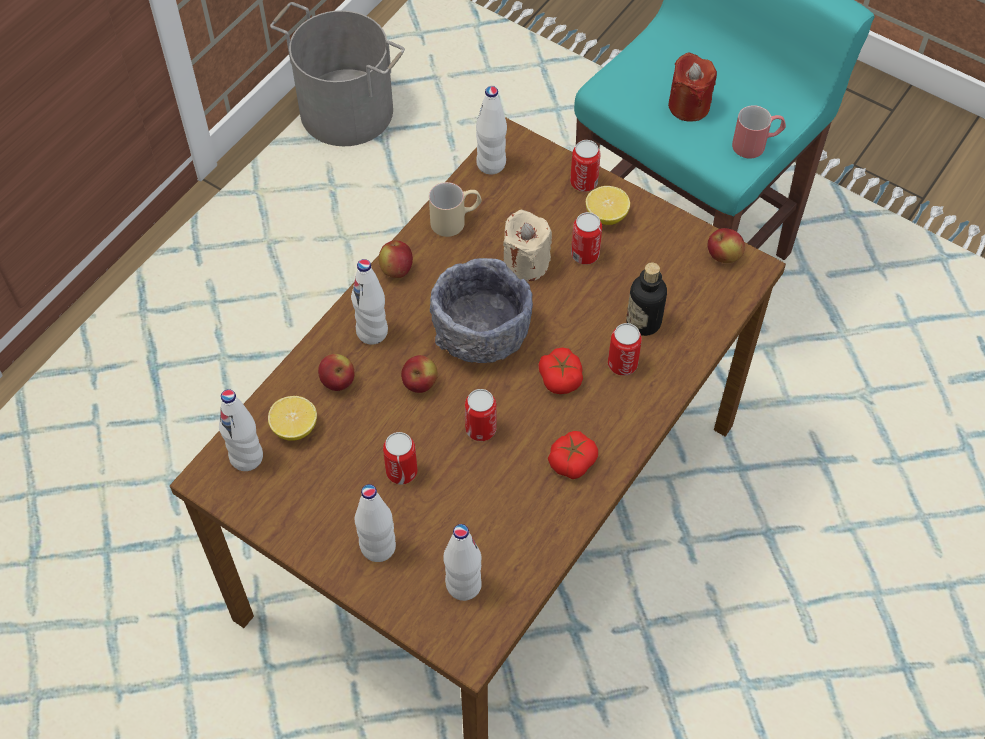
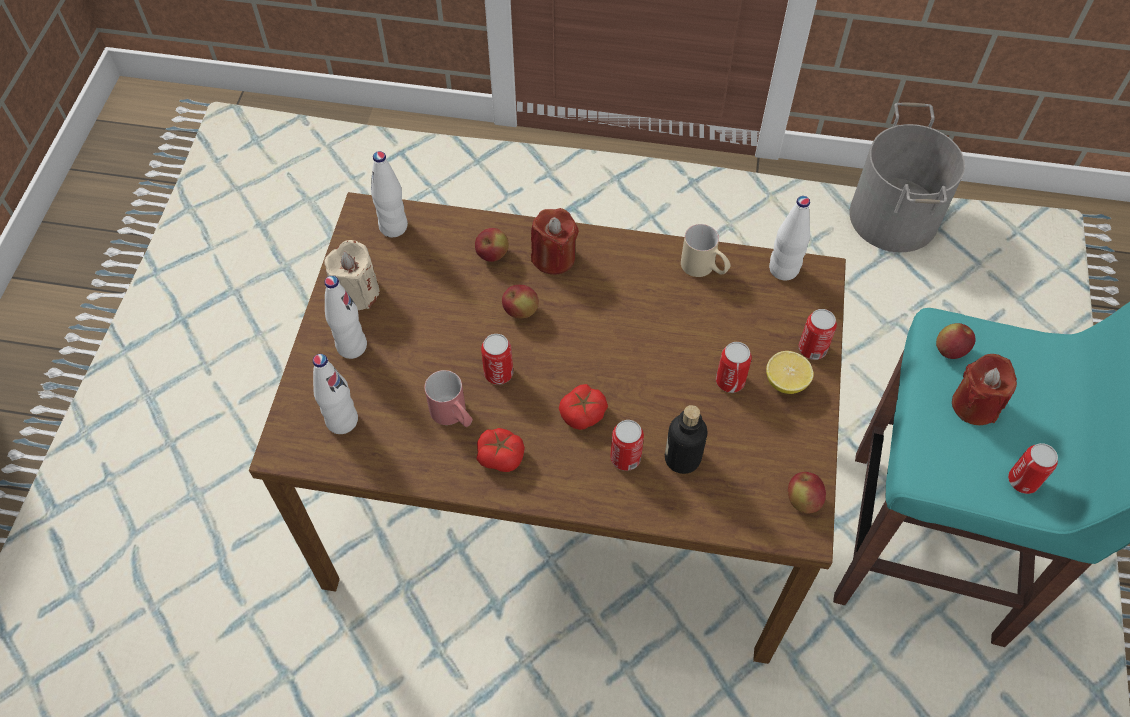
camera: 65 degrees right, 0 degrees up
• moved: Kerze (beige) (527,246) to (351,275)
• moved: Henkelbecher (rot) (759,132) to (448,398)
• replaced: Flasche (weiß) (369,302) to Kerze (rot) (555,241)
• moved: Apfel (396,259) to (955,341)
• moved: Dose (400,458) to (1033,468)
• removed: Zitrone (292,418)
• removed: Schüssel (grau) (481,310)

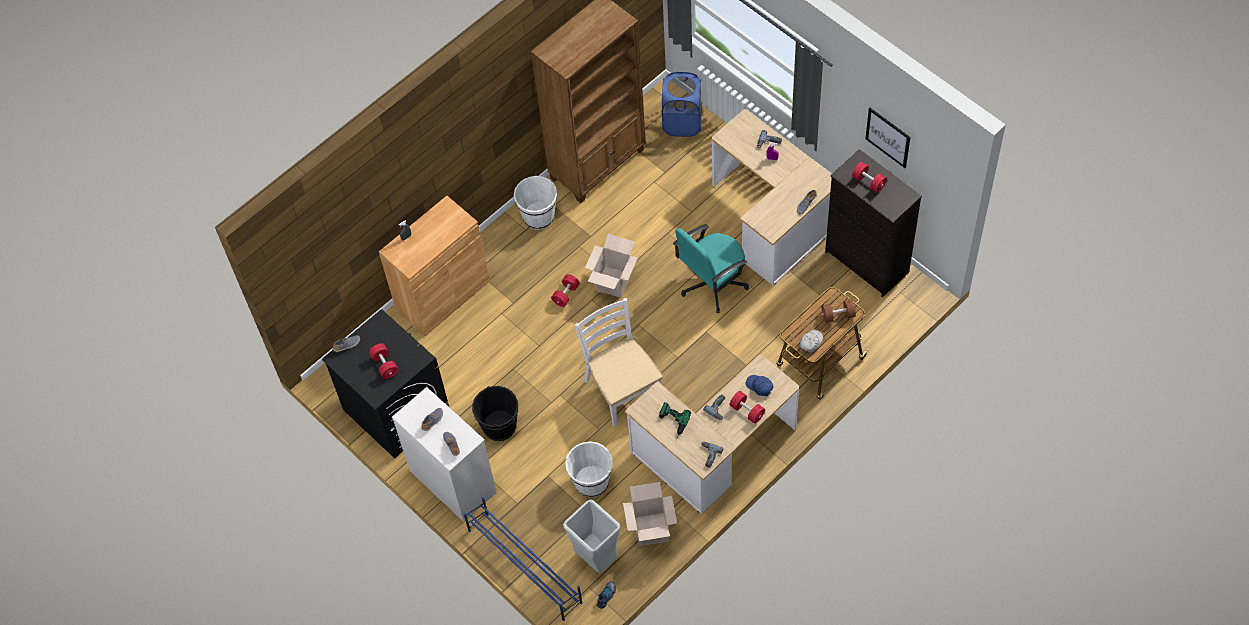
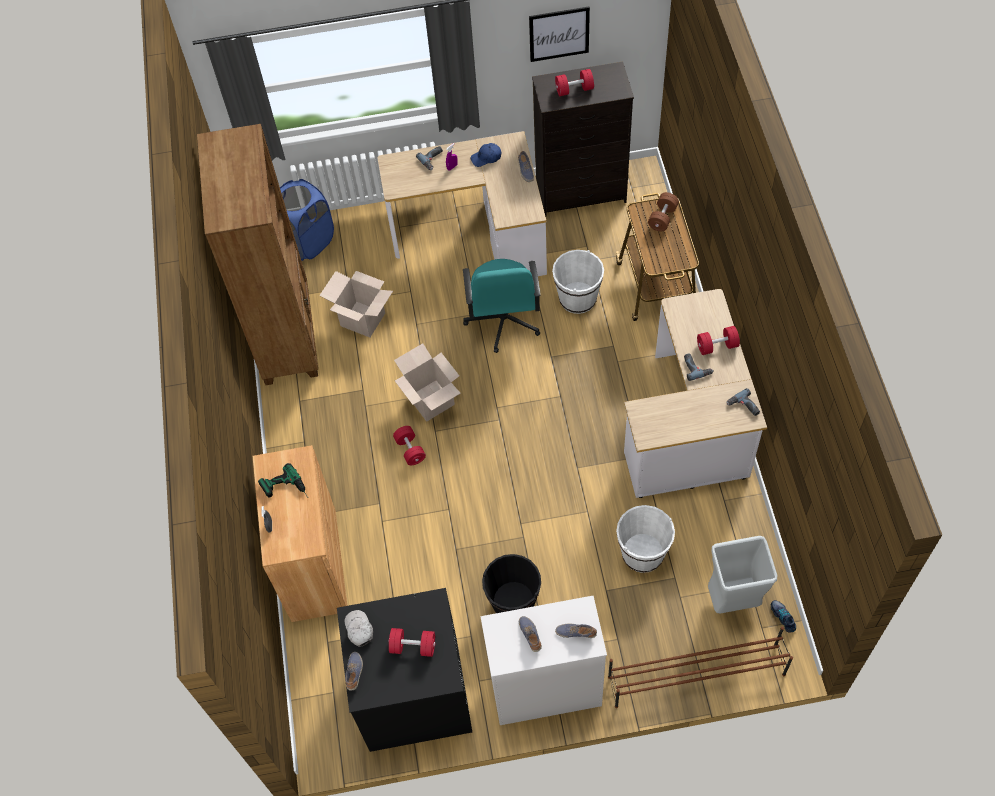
camera: 55 degrees left, 0 degrees up
• moved: Bohrmaschine (675,421) to (283,480)
• moved: Karton (650,514) to (356,304)
• moved: Kappe (weiß) (811,341) to (359,628)
• moved: Kappe (blau) (759,385) to (486,155)
• moved: Eimer (weiß) (535,203) to (578,282)
• recoloured: Schuhregal (blau) (523,559) to Schuhregal (braun) (700,667)
• removed: Stuhl (weiß) (619,362)

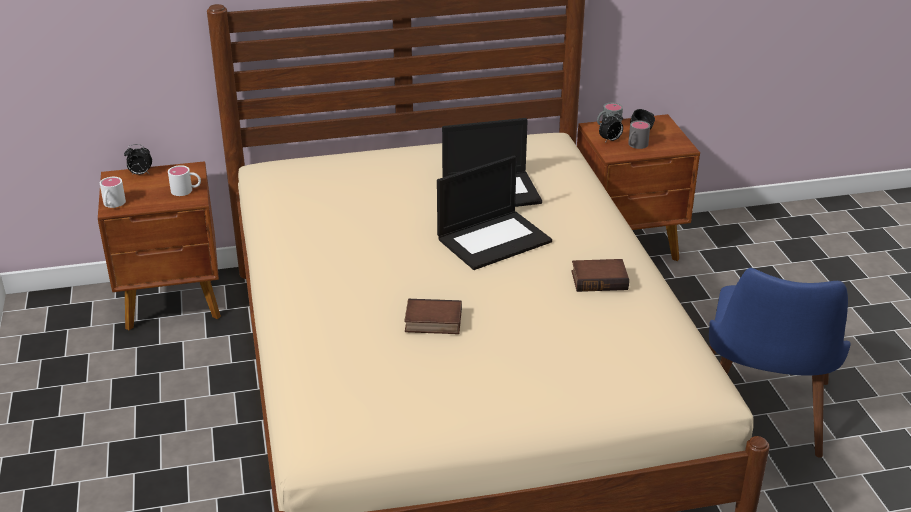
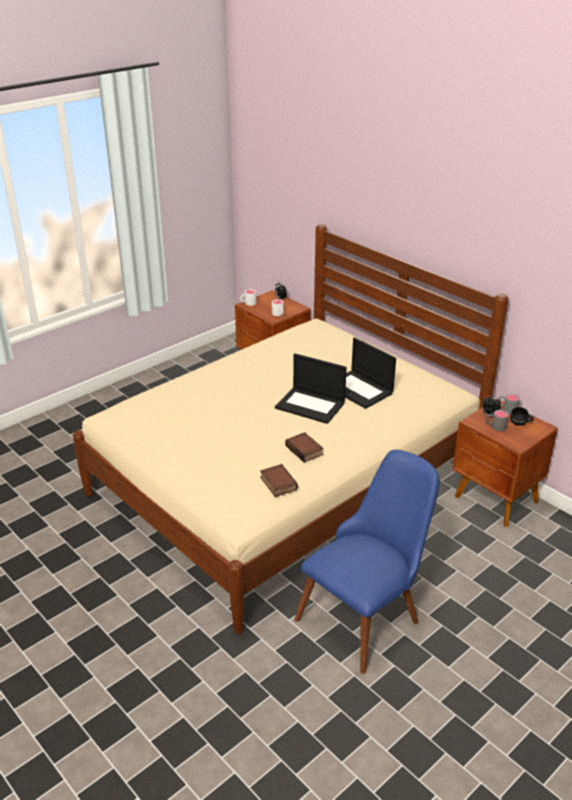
camera: 60 degrees right, 0 degrees up
• moved: Buch (433,316) to (279,480)
• turned: Stuhl (blau) (780,363) = (367,562) 150 degrees clockwise

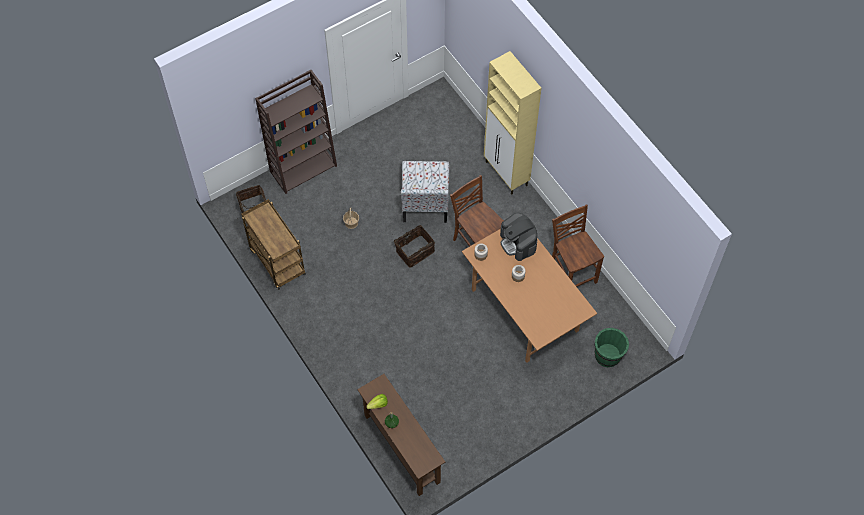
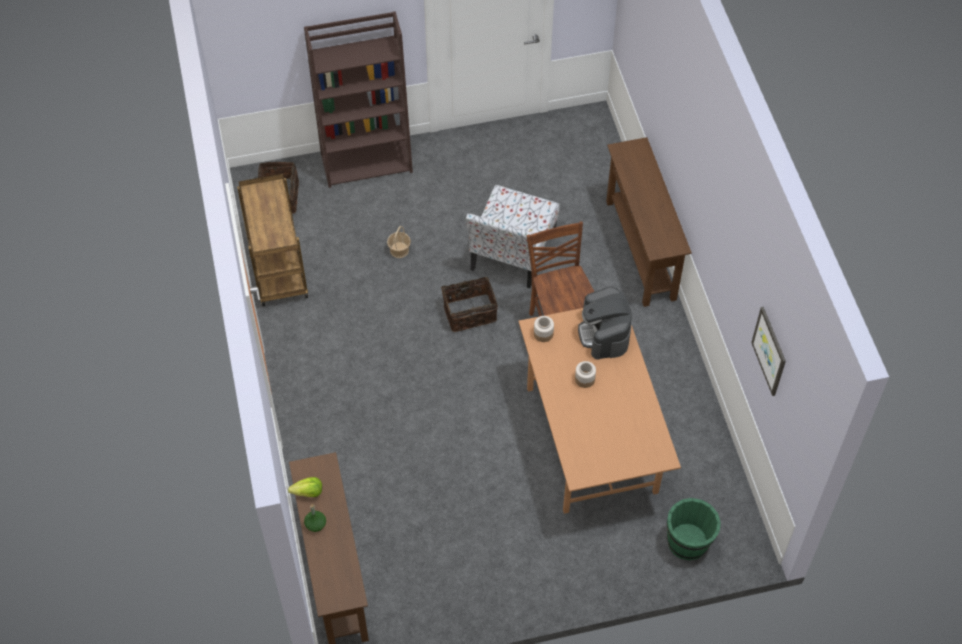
camera: 20 degrees right, 5 degrees down
• replaced: Schrank (beige) (512,122) to Konsolentisch (braun) (649,222)
• added: Bild (768,351)
• removed: Stuhl (braun) (578,245)

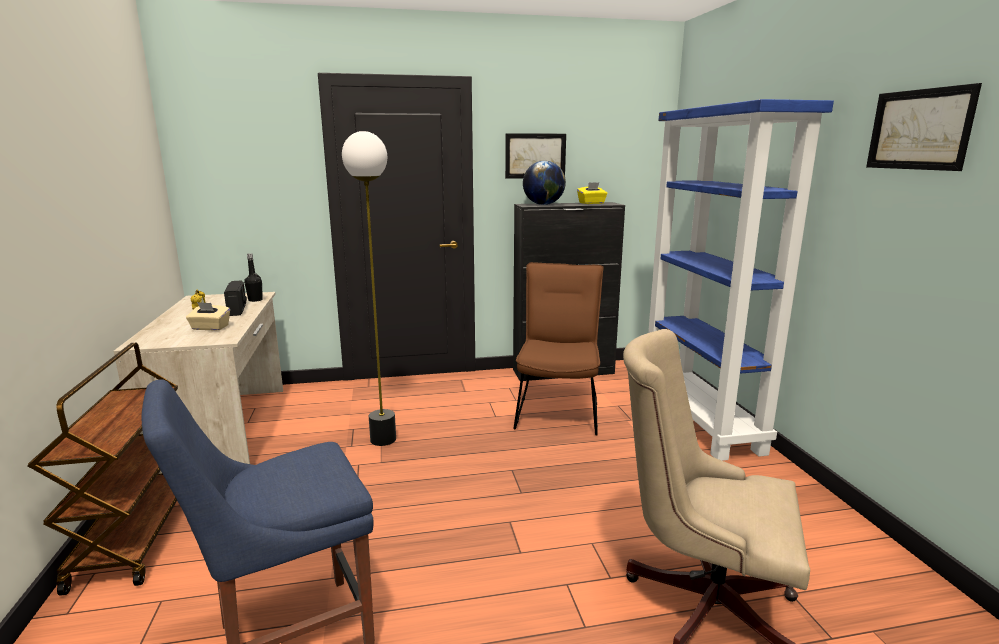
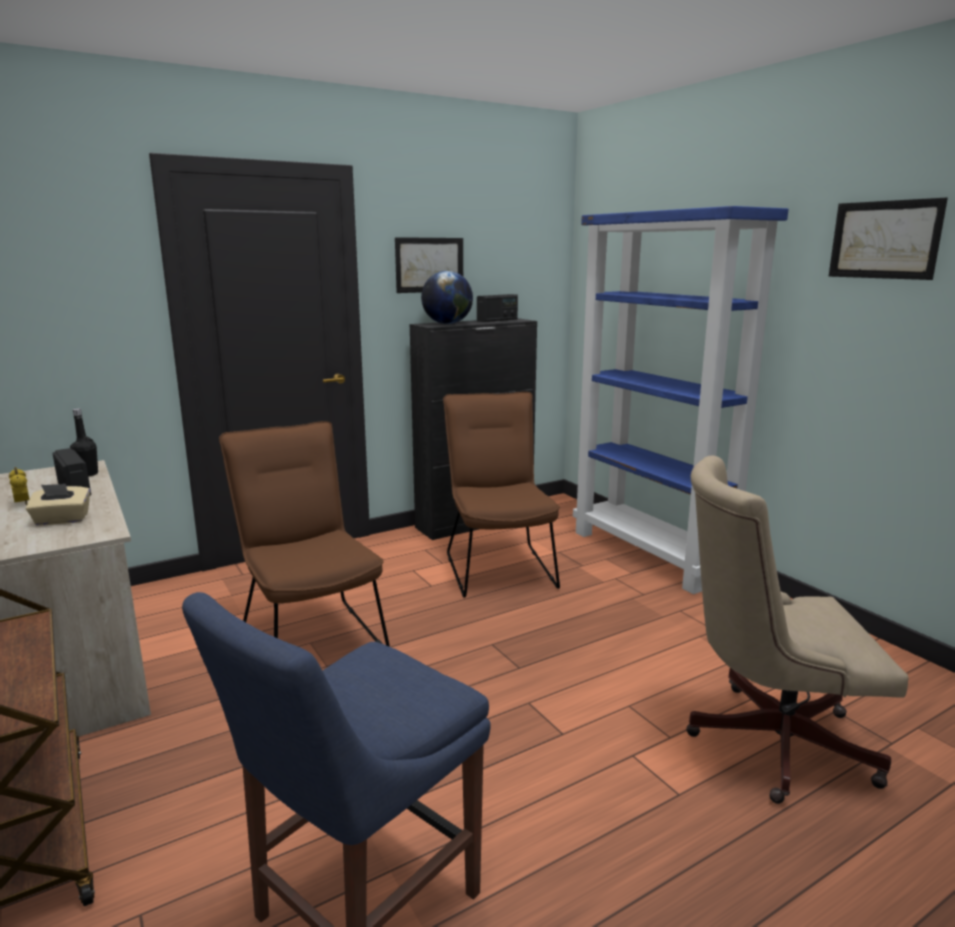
camera: 20 degrees left, 0 degrees up
• replaced: Stehlampe (369,288) to Stuhl (braun) (304,534)
• replaced: Taschentuchbox (gelb) (592,193) to Radio (497,308)

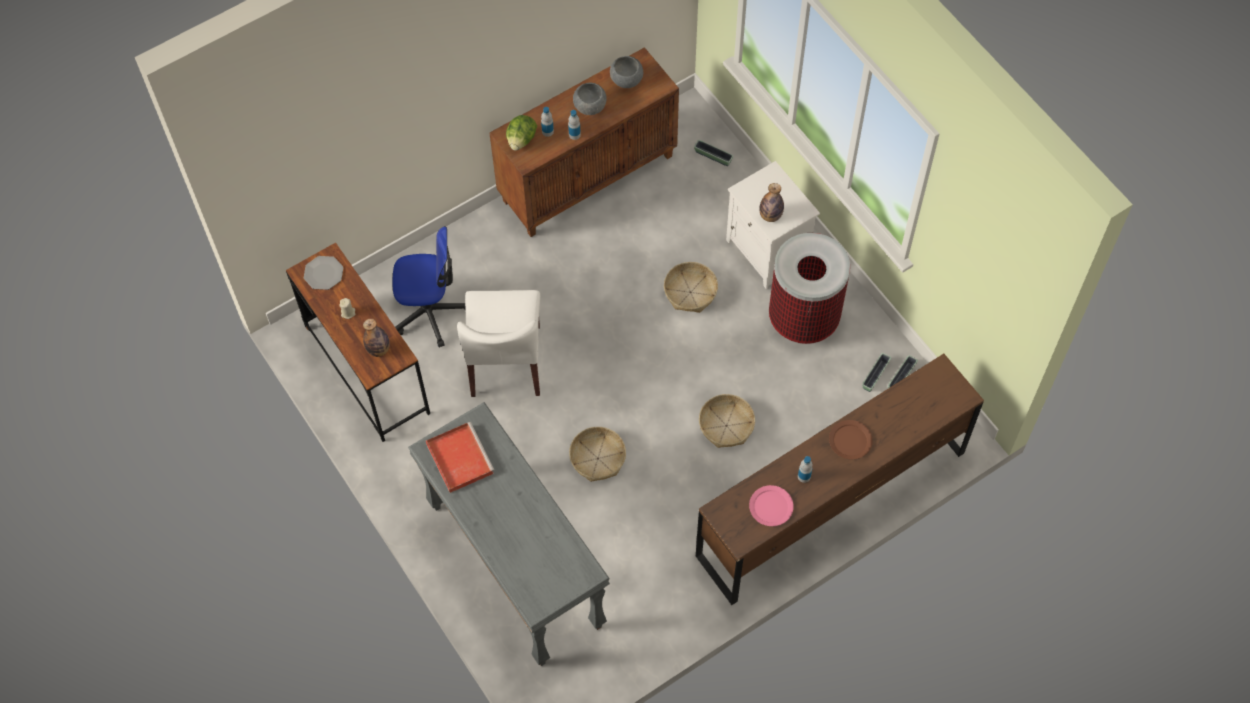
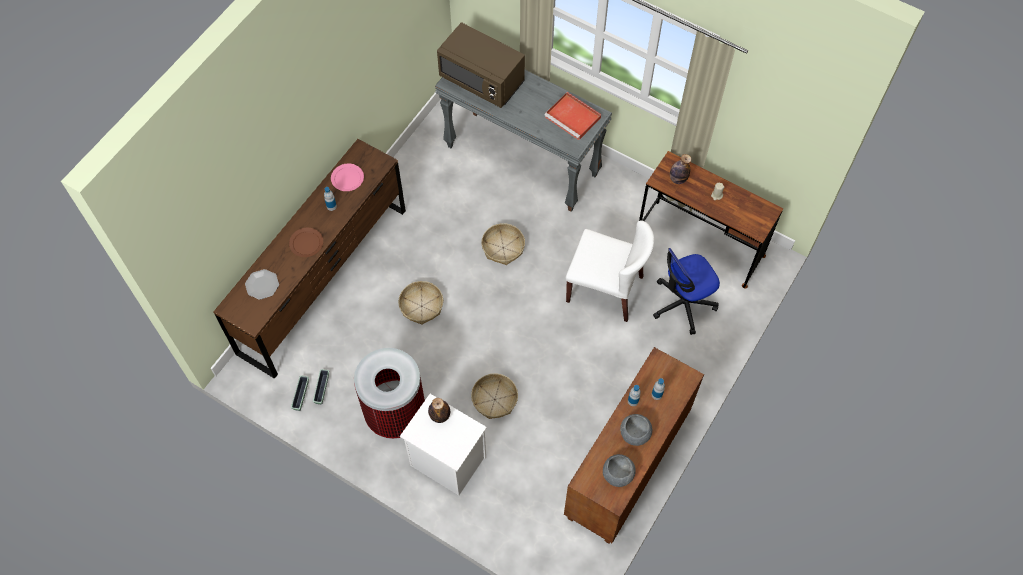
camera: 155 degrees right, 0 degrees up
• moved: Teller (323,273) to (262,284)
• added: Mikrowelle (braun) (481,65)
• turned: Stuhl (weiß) (498,343) = (609,271) 135 degrees clockwise
• removed: Salatkopf (521,133)
• removed: Pflanzkübel (713,153)

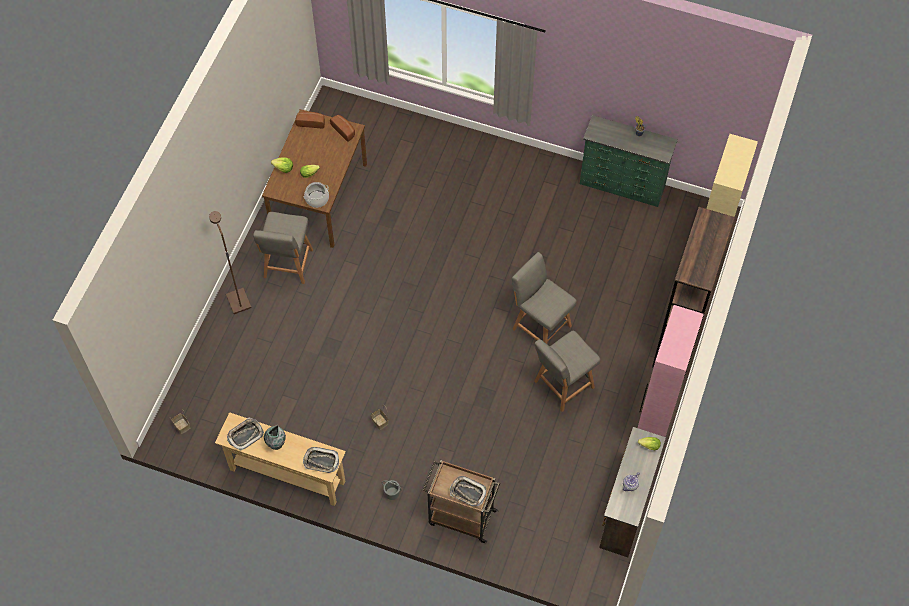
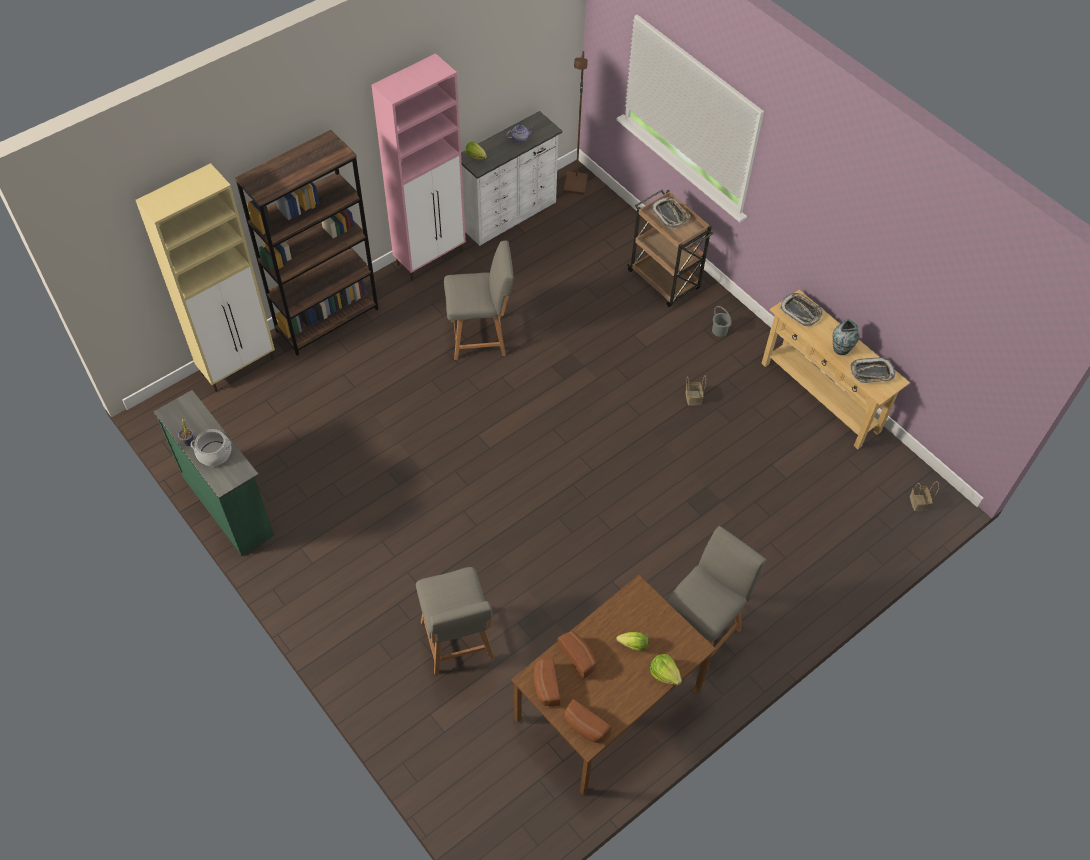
camera: 150 degrees left, 5 degrees down
• moved: Kochtopf (316,195) to (211,447)
• moved: Stuhl (grau) (544,298) to (455,621)
• recoloured: Kommode (braun) (632,492) to Kommode (weiß) (511,178)
• added: Brot (577,655)
• moved: Stehlampe (braun) (230,262) to (576,123)

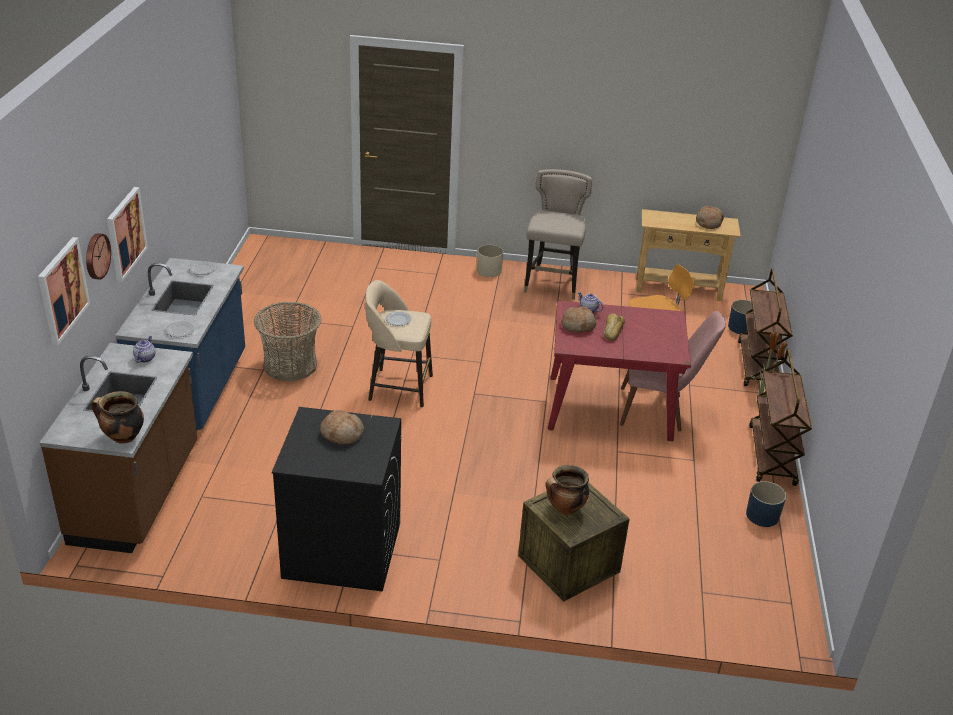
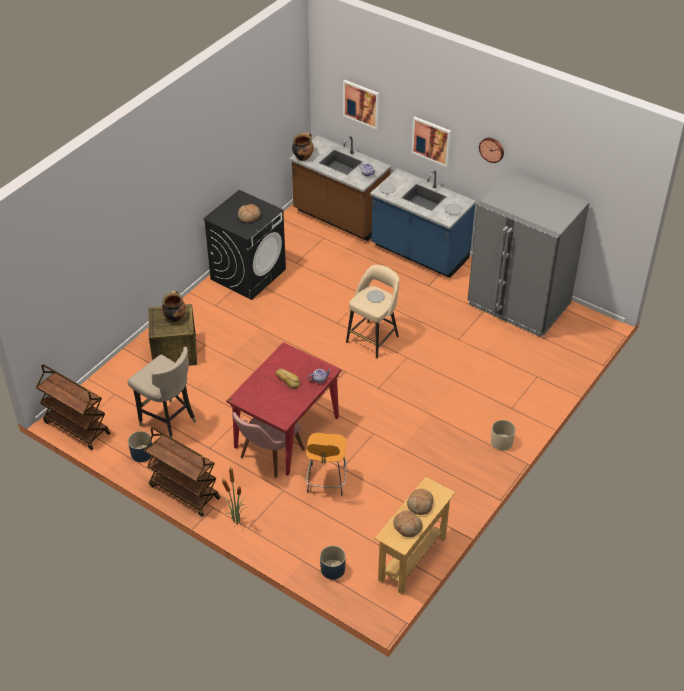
camera: 120 degrees right, 10 degrees up
• moved: Rollwagen (braun) (765,327) to (73,407)
• moved: Hocker (beige) (558,234) to (162,392)
• moved: Brot (578,319) to (420,502)
• added: Kühlschrank (grau) (529,254)
• moved: Wanduhr (98,256) to (491,150)
• removed: Korb (287,341)

